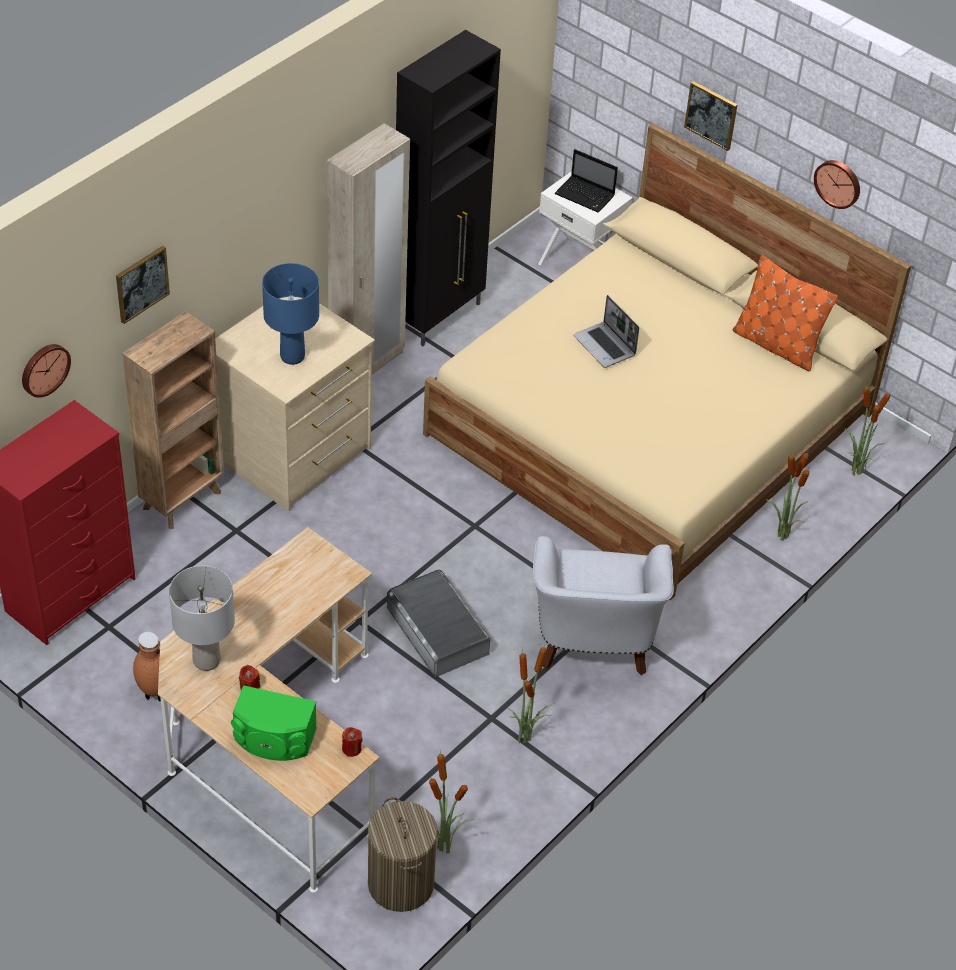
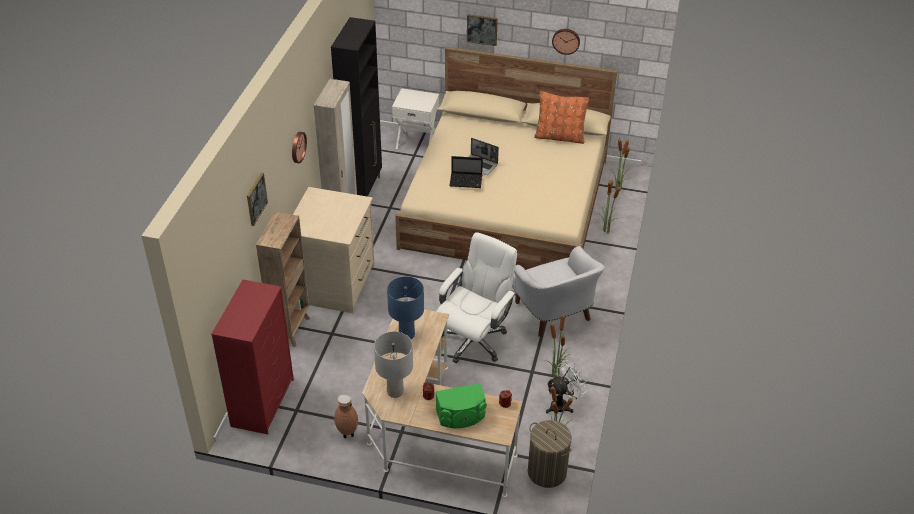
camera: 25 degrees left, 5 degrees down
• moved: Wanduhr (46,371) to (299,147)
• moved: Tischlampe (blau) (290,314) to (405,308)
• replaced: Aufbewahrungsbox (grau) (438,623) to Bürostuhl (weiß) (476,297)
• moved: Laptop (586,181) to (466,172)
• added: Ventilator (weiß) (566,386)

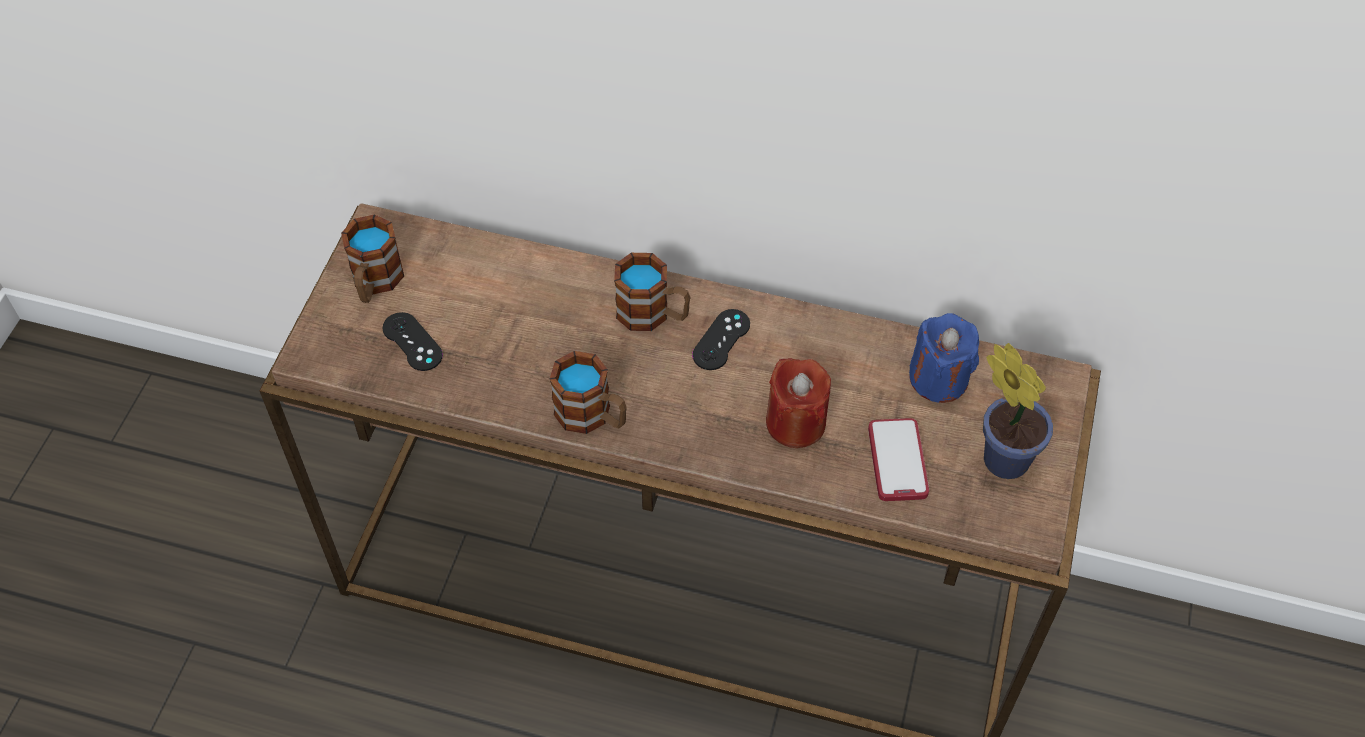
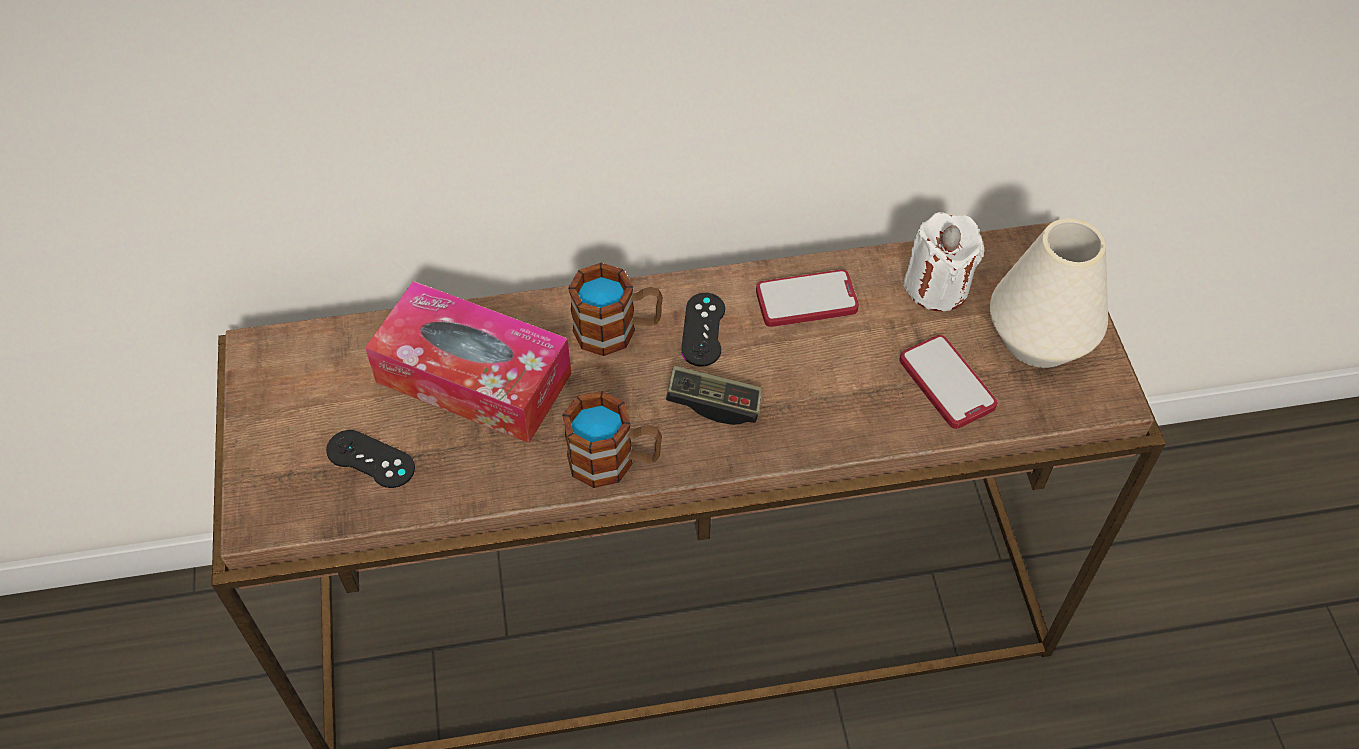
camera: 25 degrees left, 0 degrees up
• added: Taschentuchbox (468,362)
• added: Gamepad (714,395)
• added: Handy (807,298)
• recoloured: Kerze (blau) (944,358) to Kerze (weiß) (943,261)
• replaced: Topfpflanze (1018,411) to Vase (weiß) (1049,293)
• removed: Henkelbecher (372,258)
• removed: Kerze (rot) (798,403)

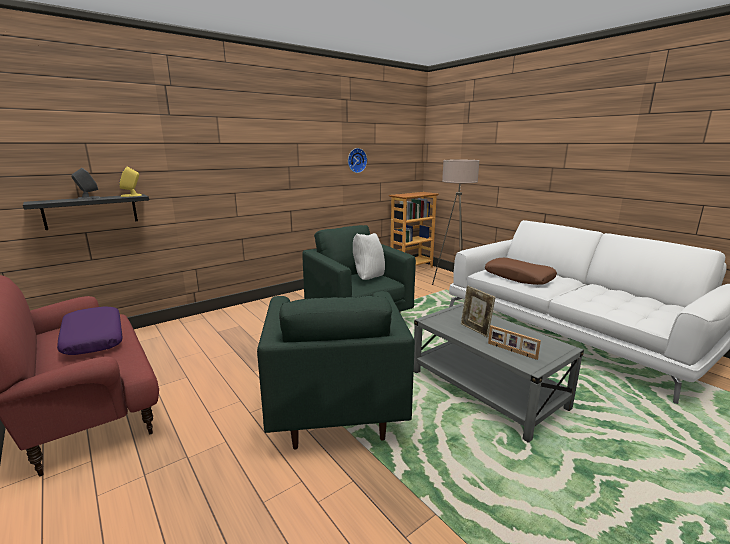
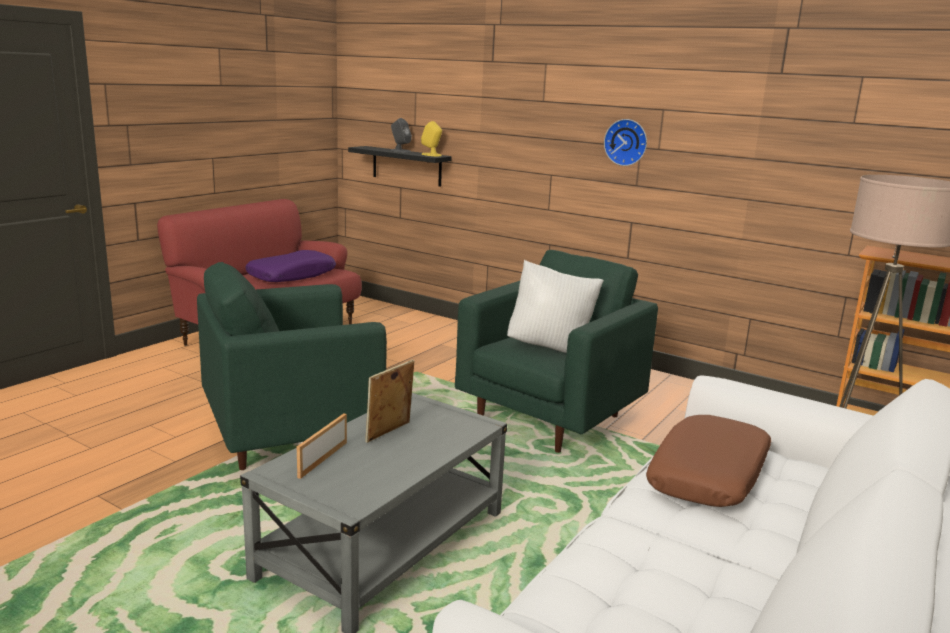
camera: 70 degrees right, 0 degrees up
• moved: Wanduhr (357,160) to (625,142)

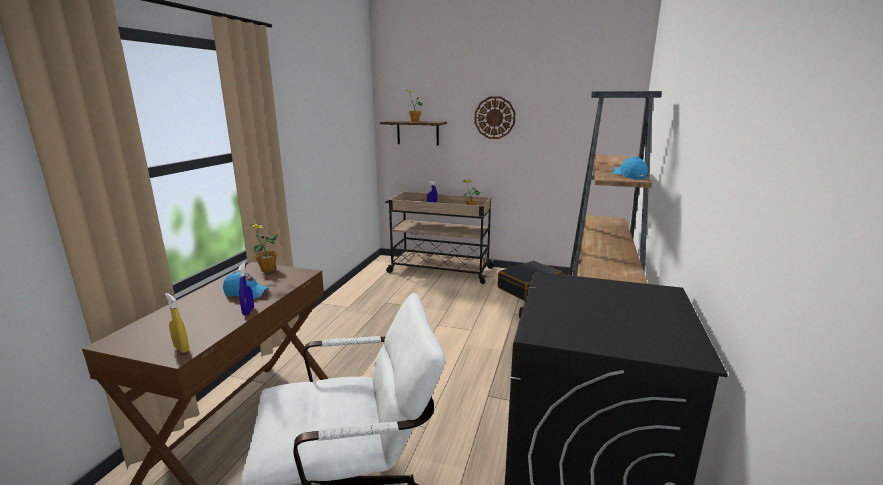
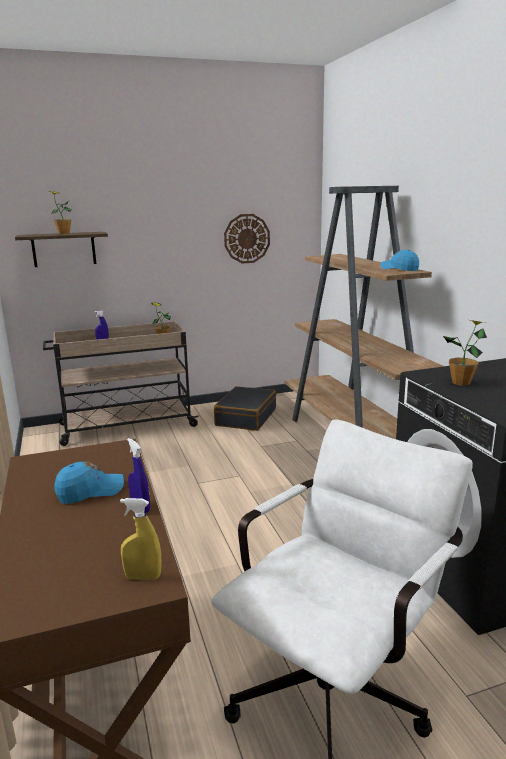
camera: 35 degrees left, 0 degrees up
• moved: Wanduhr (495,117) to (247,238)
• moved: Topfpflanze (264,248) to (465,353)

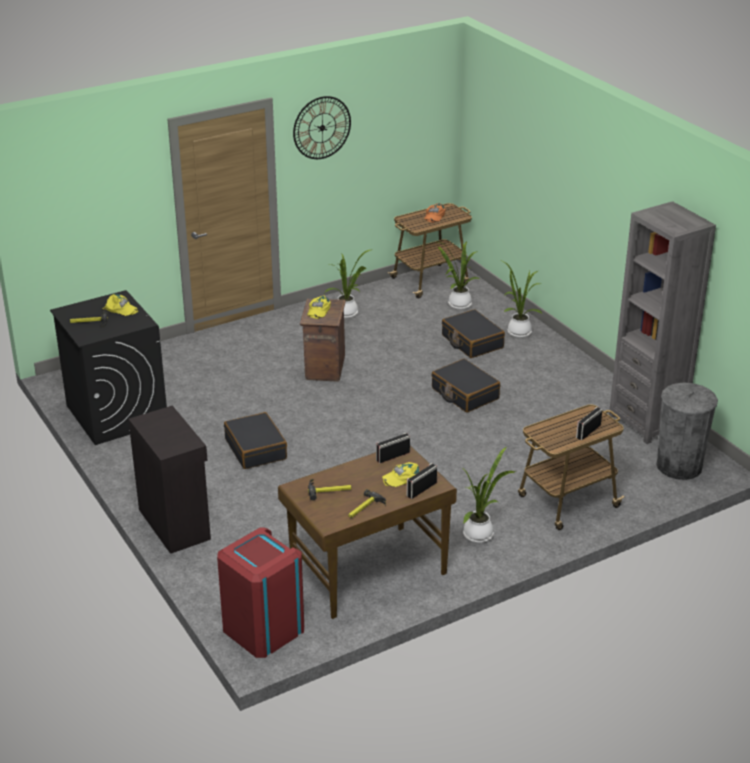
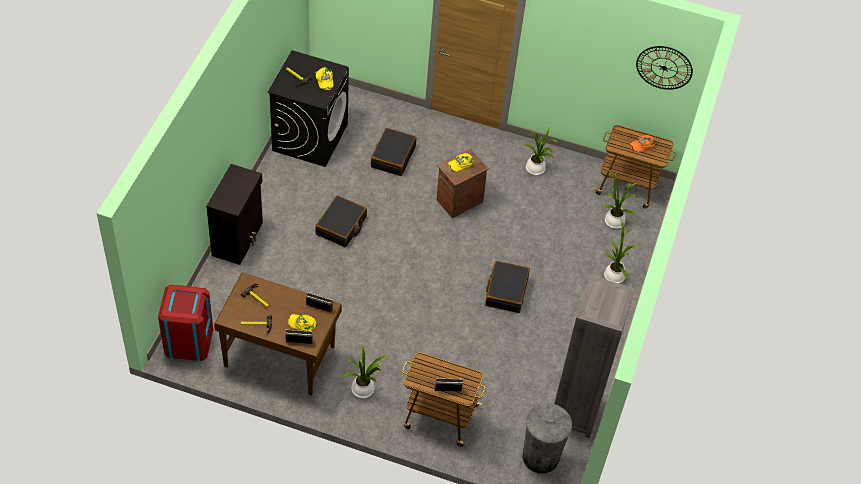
camera: 45 degrees right, 20 degrees up
• moved: Koffer (schwarz) (473,333) to (393,152)
• moved: Wanduhr (322,127) to (664,68)

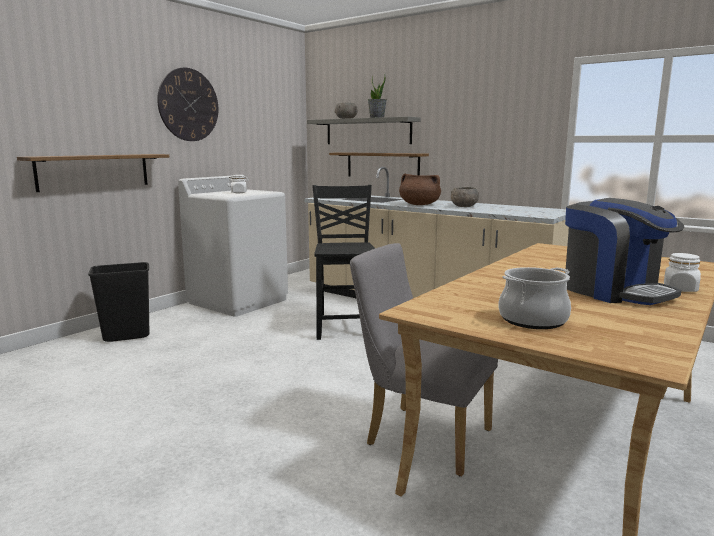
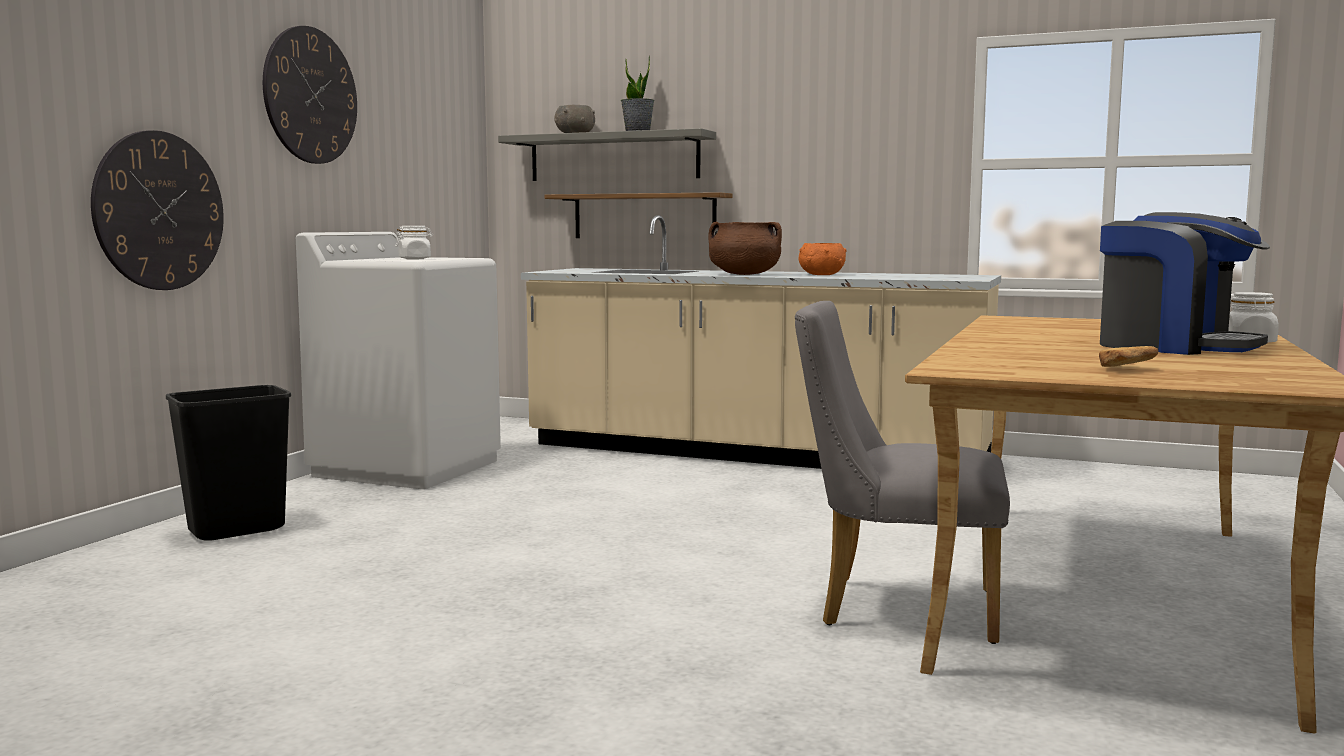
camera: 15 degrees left, 5 degrees down
• replaced: Wandregal (93,173) to Wanduhr (157,210)
• recoloured: Schüssel (grau) (465,197) to Schüssel (orange) (822,259)
• replaced: Kochtopf (534,298) to Brot (1128,356)
• removed: Stuhl (schwarz) (343,262)

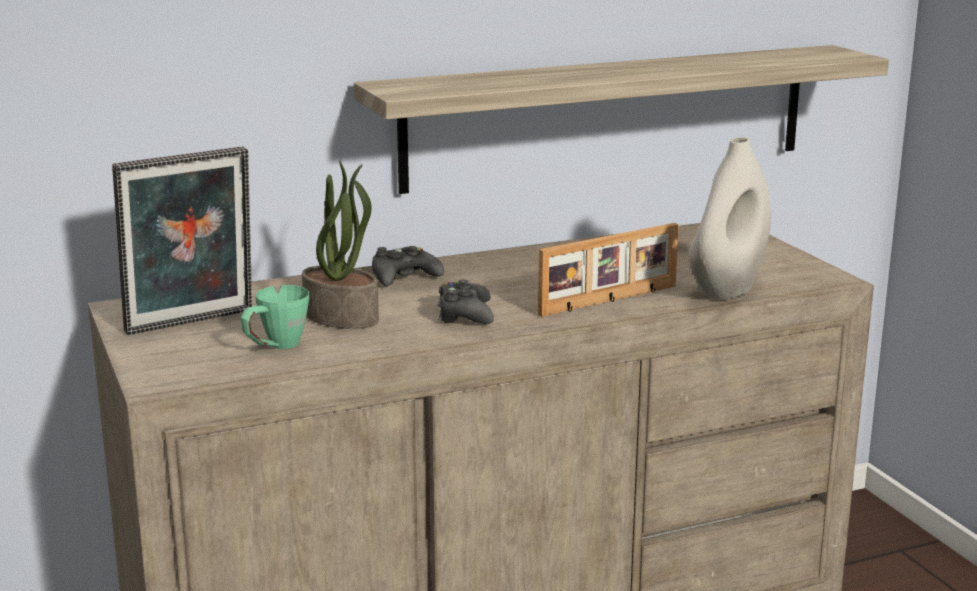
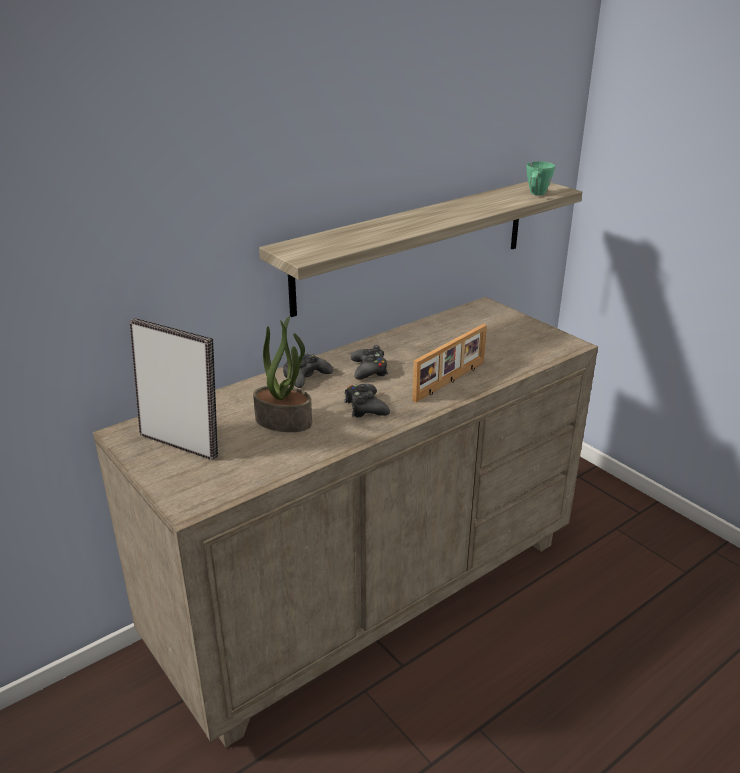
camera: 15 degrees left, 10 degrees up
• turned: Bilderrahmen (182,240) = (174,389) 105 degrees counterclockwise
• added: Gamepad (schwarz) (369,362)
• moved: Henkelbecher (grün) (275,317) to (541,178)
• removed: Vase (weiß) (730,218)

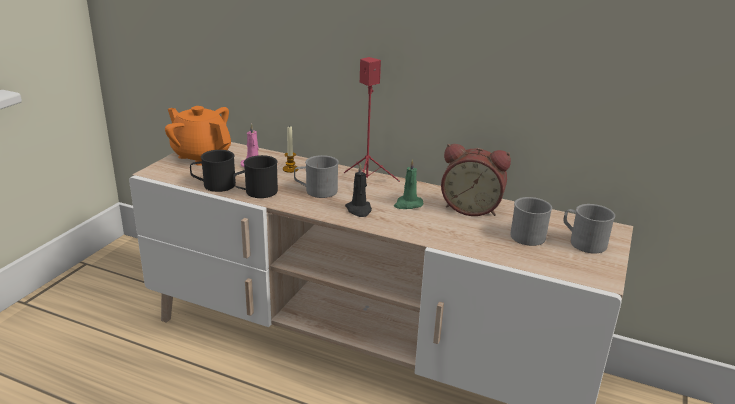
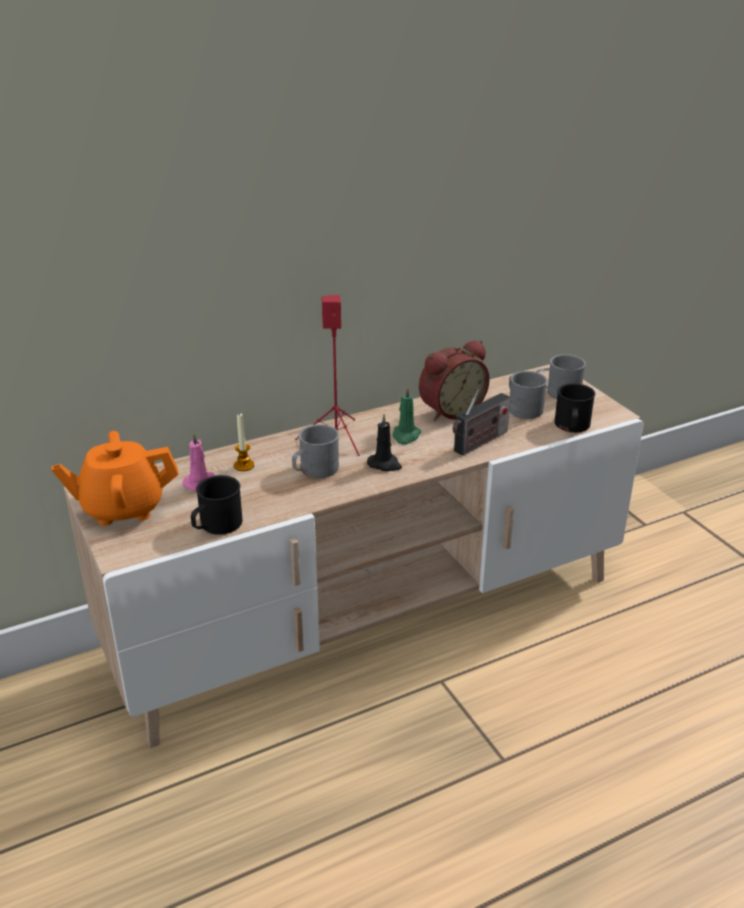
camera: 50 degrees left, 5 degrees up
• added: Radio (482,422)
• moved: Henkelbecher (schwarz) (255,176) to (575,408)

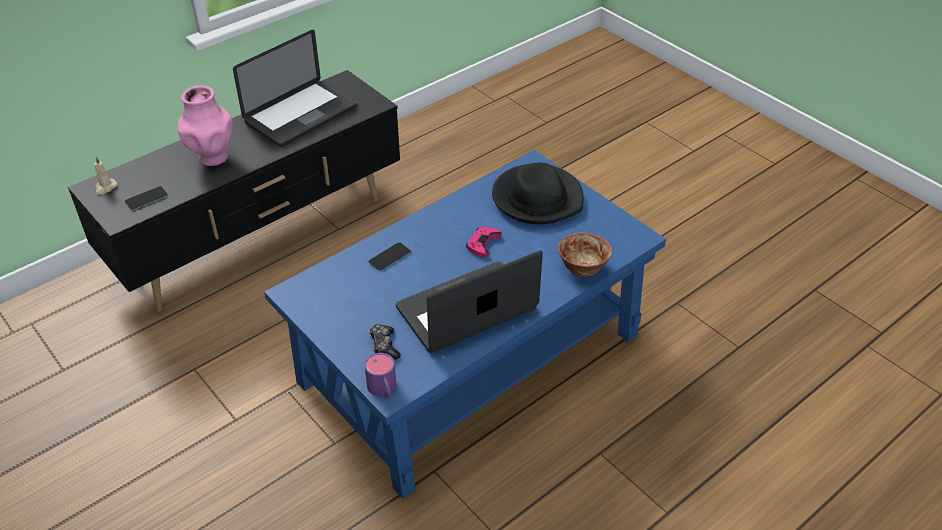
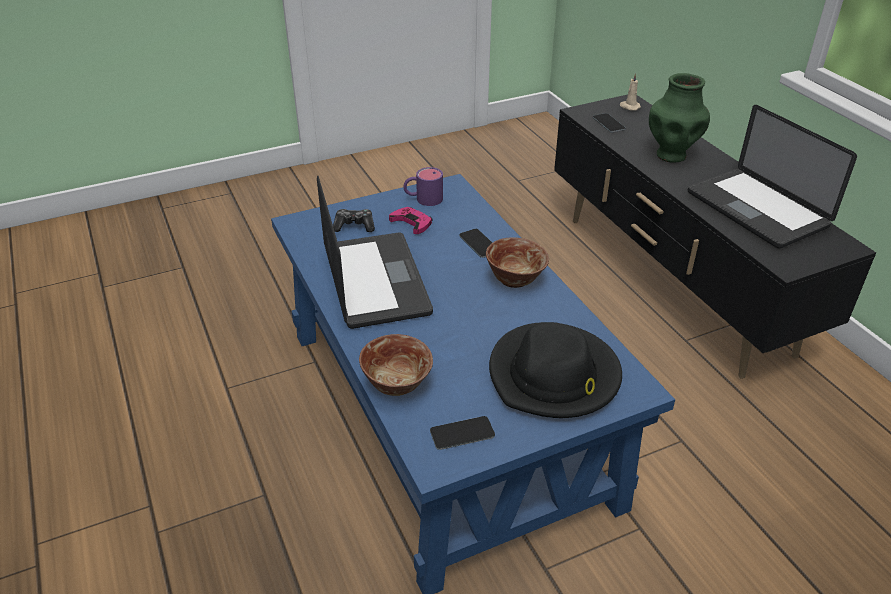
camera: 105 degrees right, 5 degrees down
• moved: Gamepad (rosa) (484,242) to (411,220)
• moved: Henkelbecher (lila) (380,375) to (423,186)
• added: Handy (462,433)
• added: Schüssel (517,262)
• recoloured: Vase (rosa) (204,125) to Vase (grün) (679,118)

